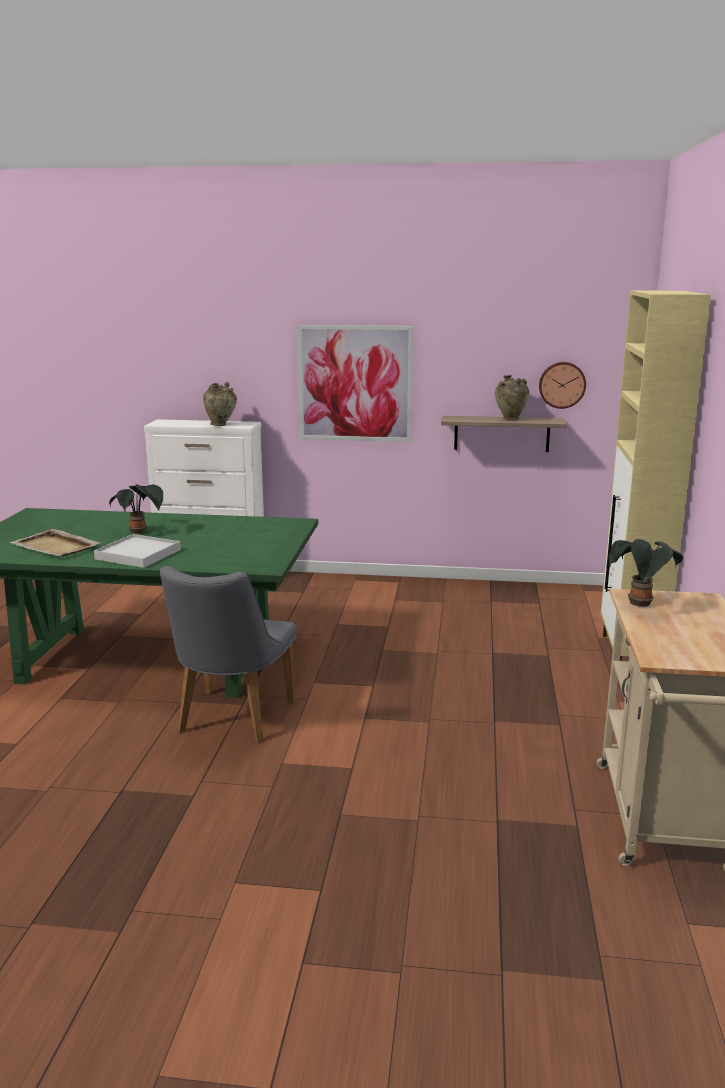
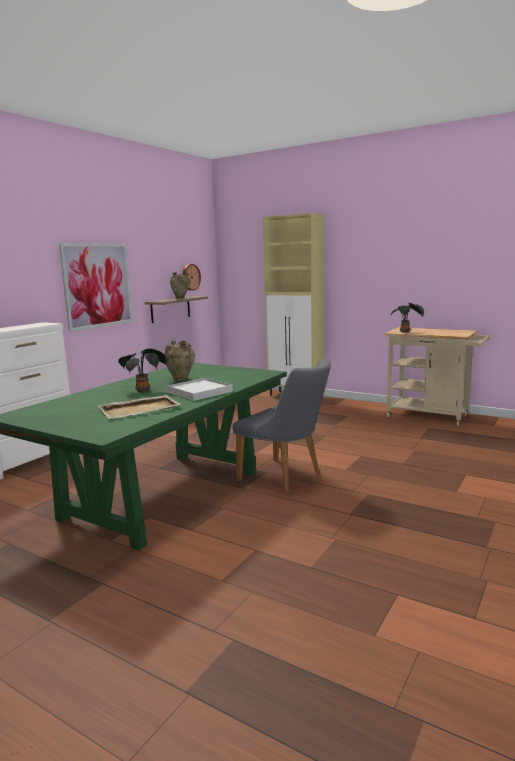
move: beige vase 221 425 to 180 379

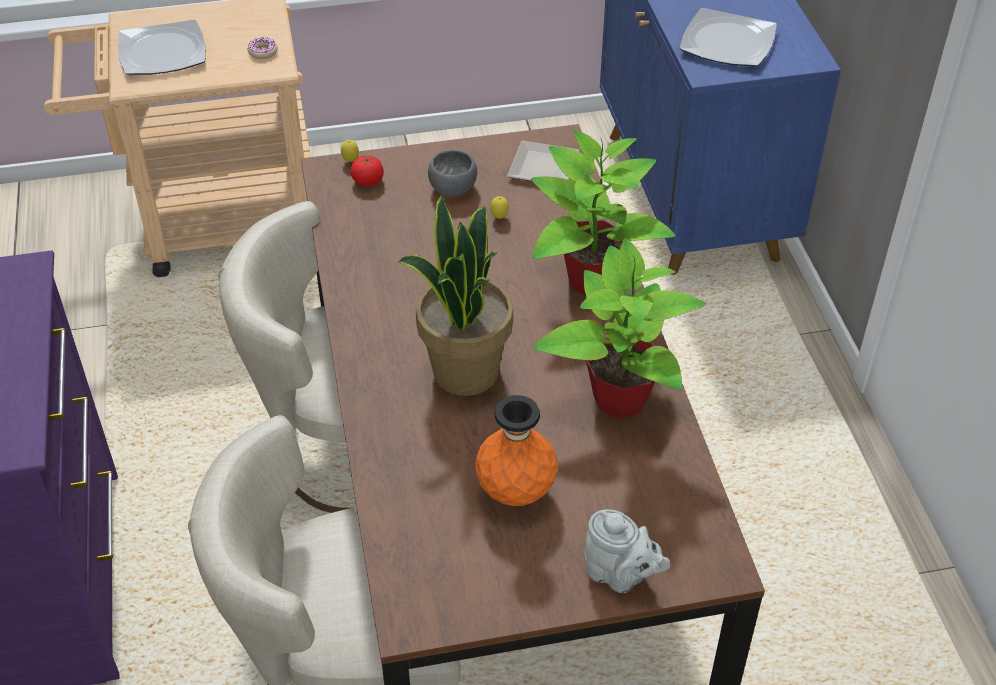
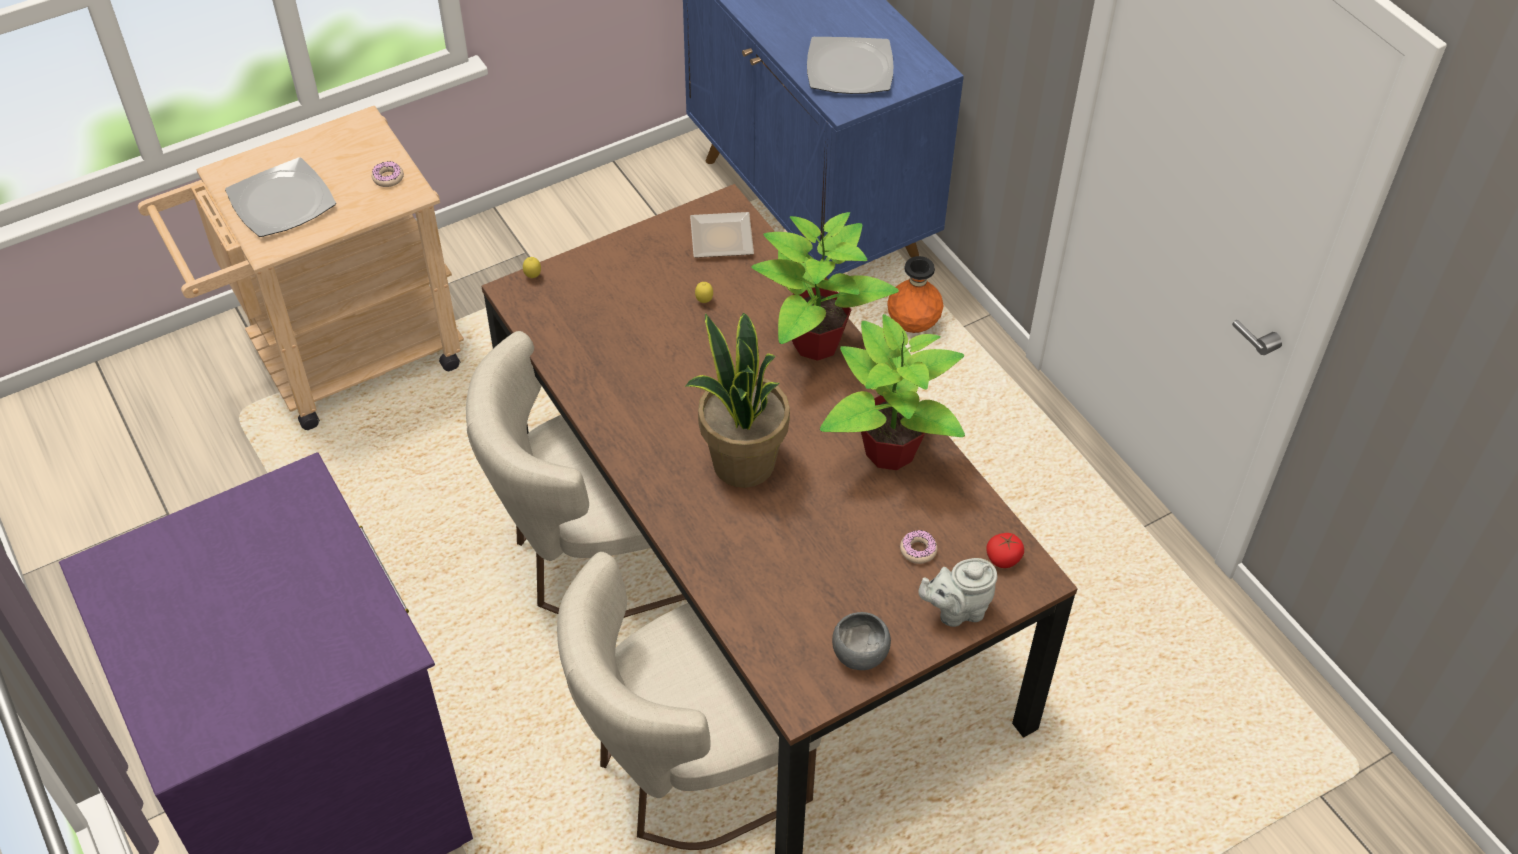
insert: ring doughnut 918 550
move: grey bowl 454 187 to 860 652; orange-coloured vase 515 491 to 912 325; whole tomato 368 181 to 1003 558
rotate: grey teapot 620 575 = 956 610 150 degrees clockwise

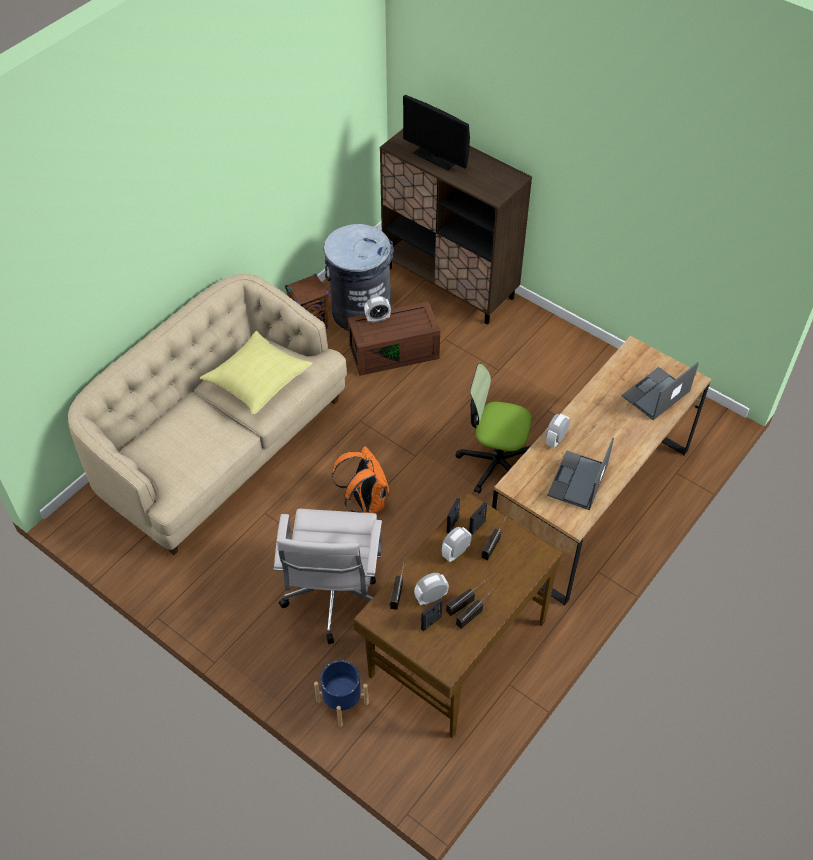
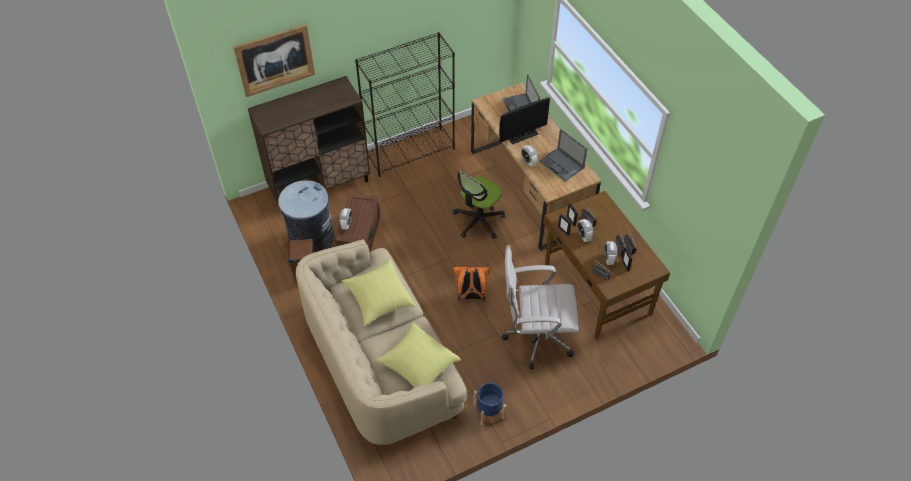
insert: picture 275 60; black-coloured shelving unit 411 152; yellow-coloured cushion 417 365
move: blue planter 342 702 to 489 411; computer screen 436 156 to 522 135
rotate: whitish office chair 334 599 = 535 338 150 degrees clockwise

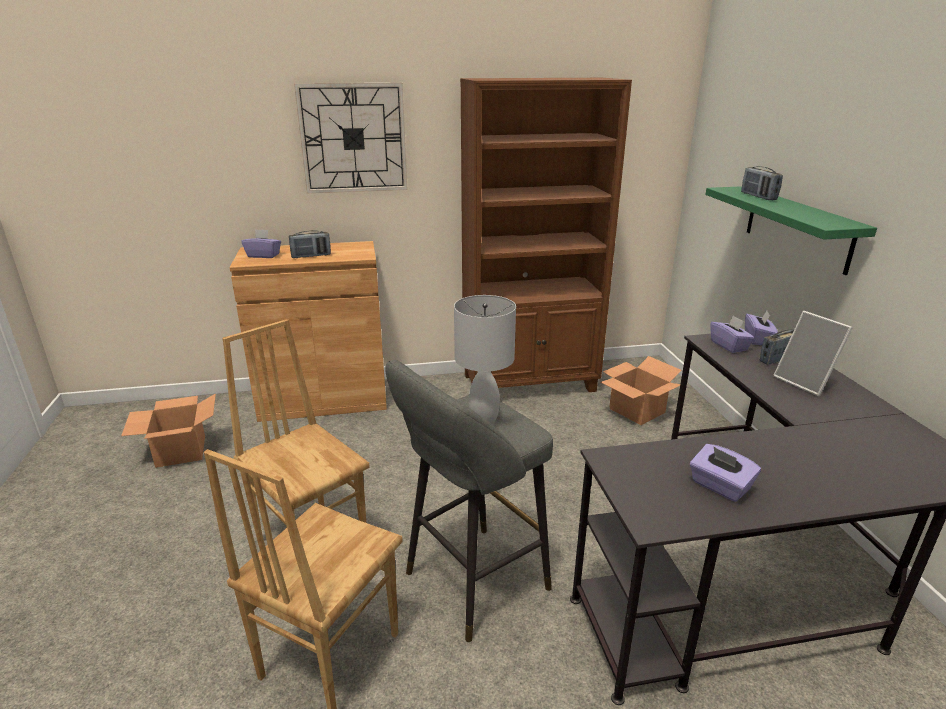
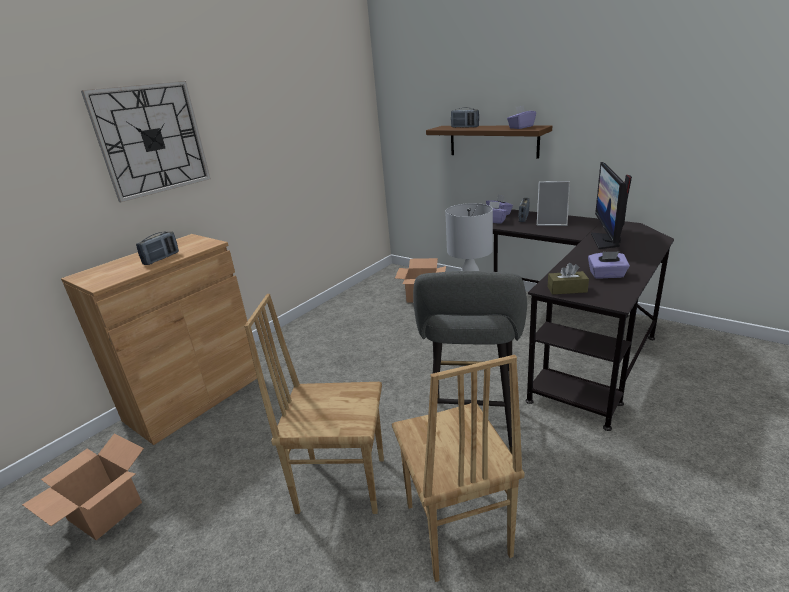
delete: brownish shelving unit 530 383
insert: brownish box of tissues 567 289; computer screen 607 241
move: purple-coloured box of tissues 263 255 to 521 127
recolor: green-coloured wall shelf 797 228 to brownish wall shelf 493 141

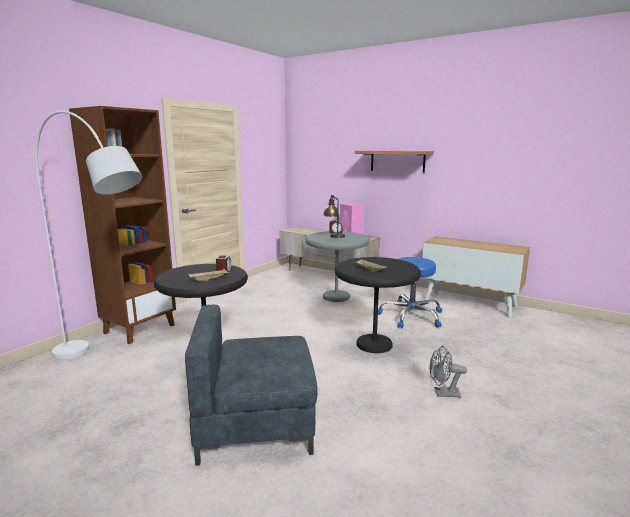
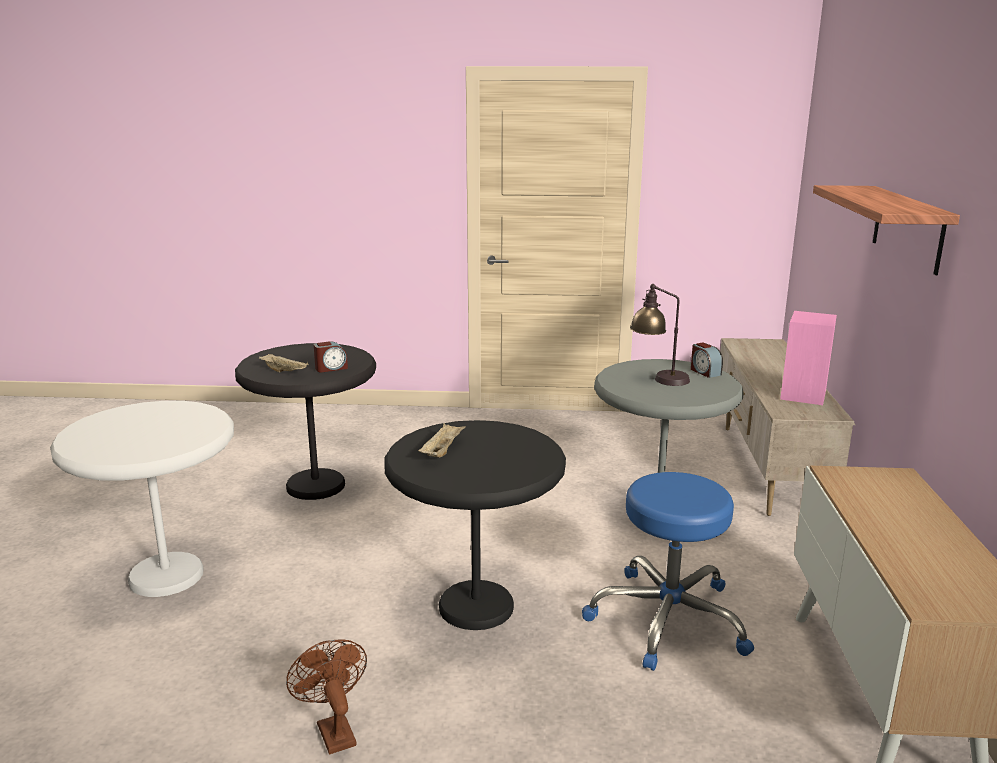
delete: whitish standing lamp 106 368; brownish shelving unit 139 328
replace: grey armchair 257 422 to whitish side table 166 576
recolor: grey fan 443 393 to brownish fan 333 730

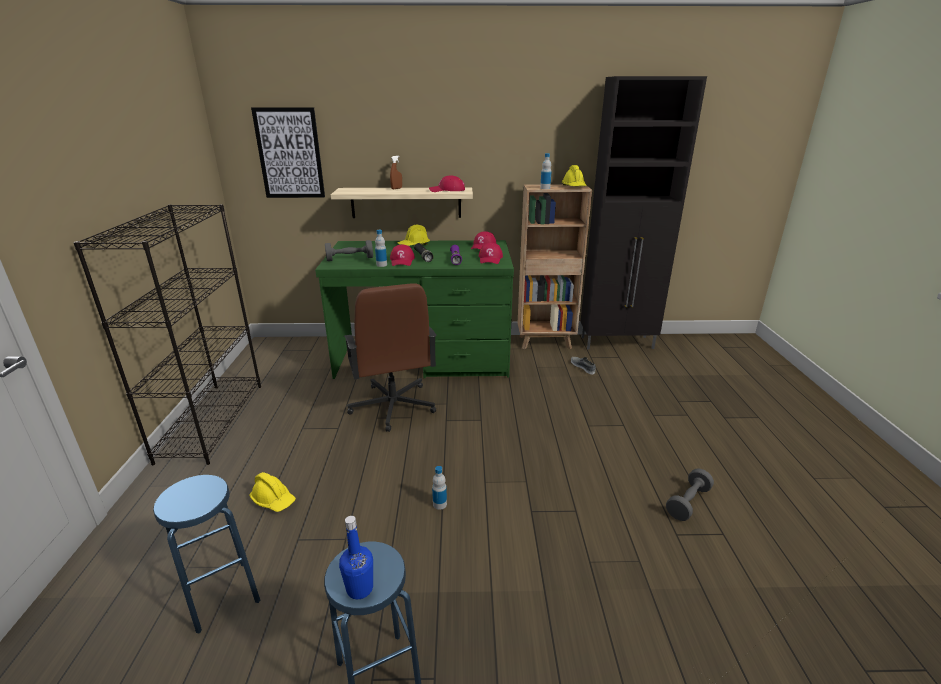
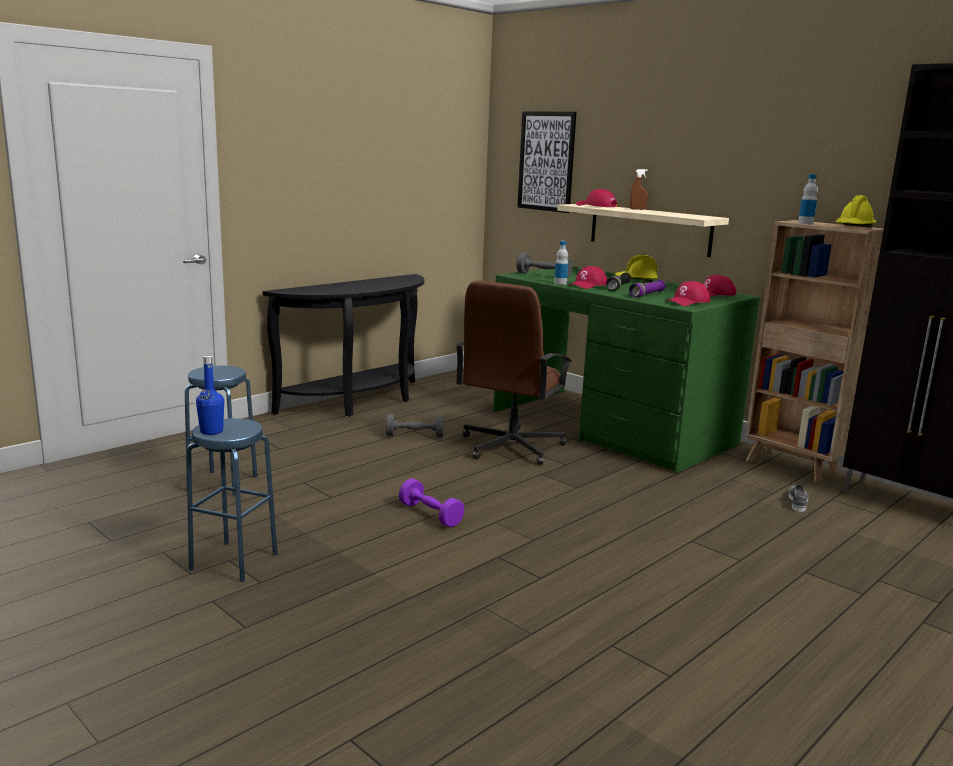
delete: yellow-coloured safety helmet 273 500
move: grey free weight 688 502 to 414 436; red baseball cap 447 190 to 596 206
replace: black-coloured shelving unit 212 420 to black-coloured console table 360 402; drink bottle 439 504 to purple-coloured free weight 430 514

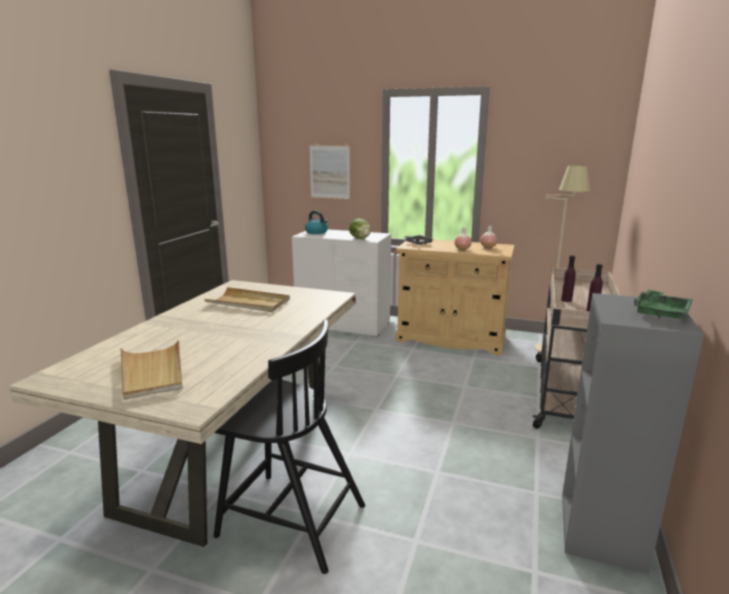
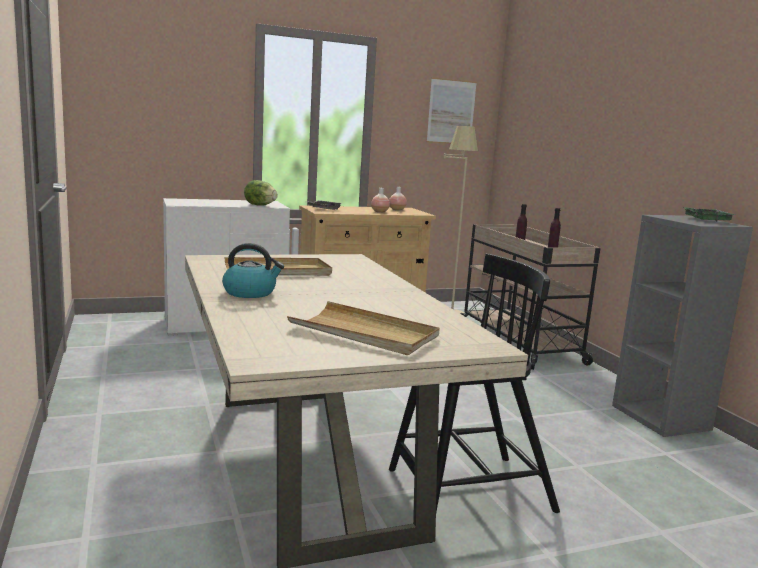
move: water kettle 317 232 to 250 293; picture 329 172 to 451 112

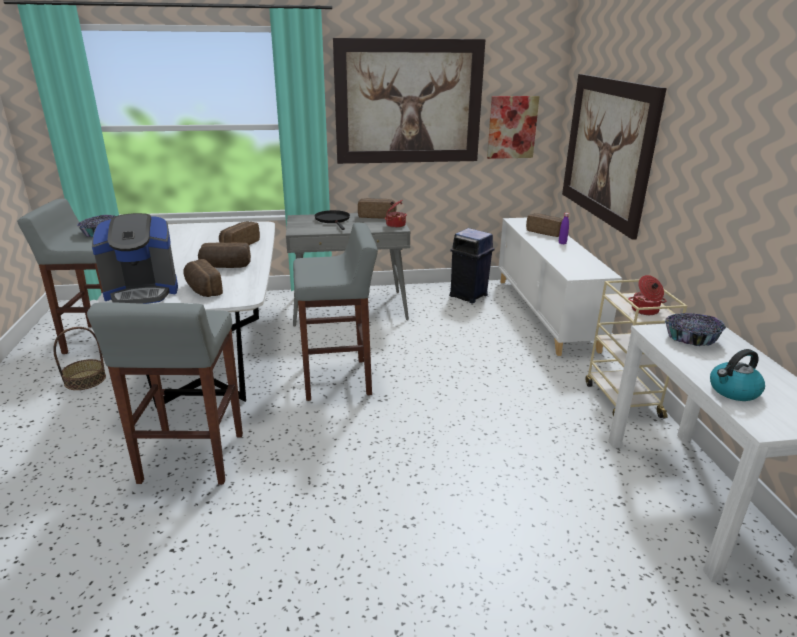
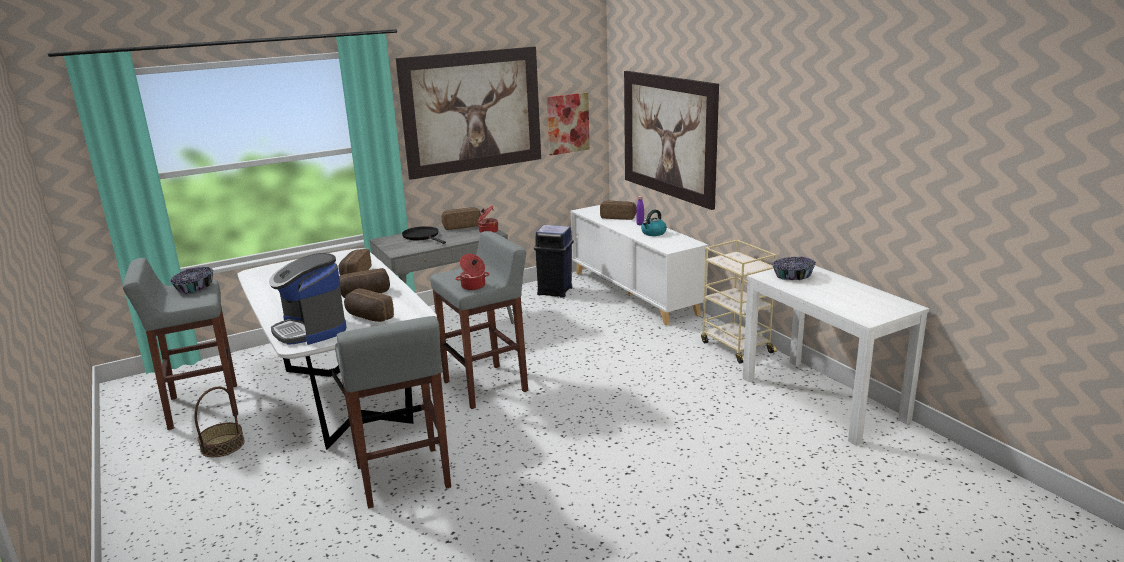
move: cooking pot 645 311 to 473 286; water kettle 733 391 to 653 233
rotate: coffee machine 142 292 = 311 330 90 degrees clockwise

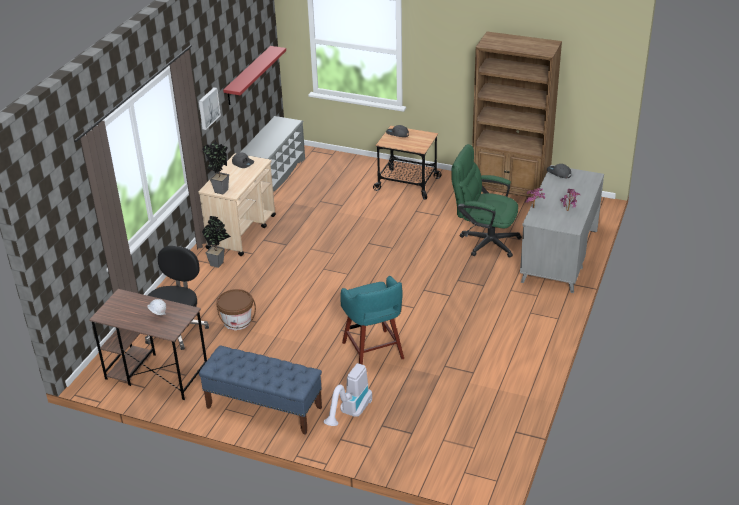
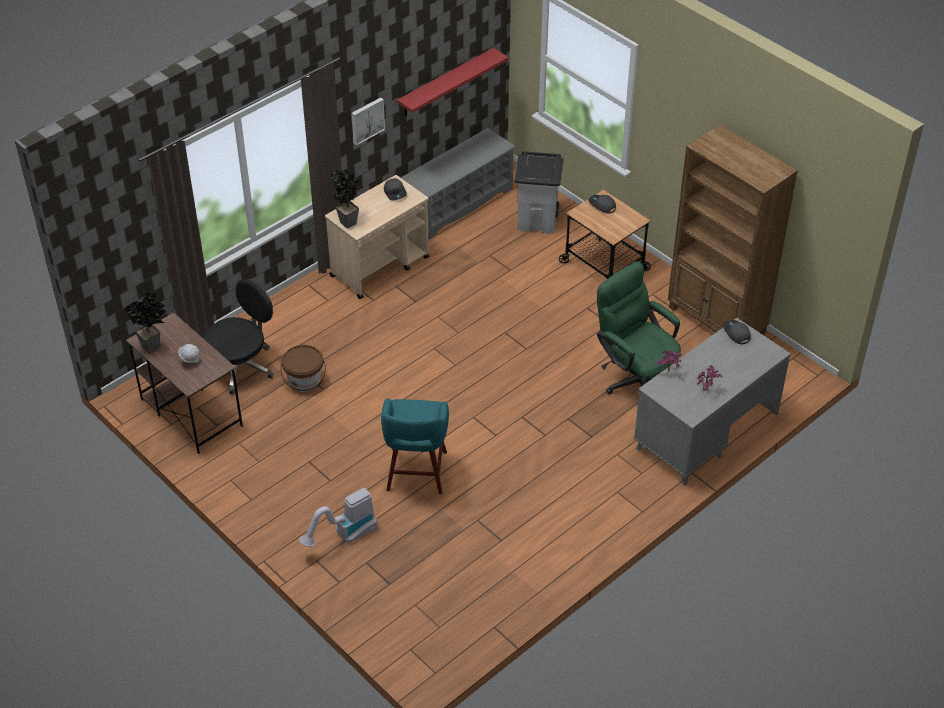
delete: blue indoor bench 263 407
insert: grey trash can 538 221
move: houseplant 219 263 to 154 346

